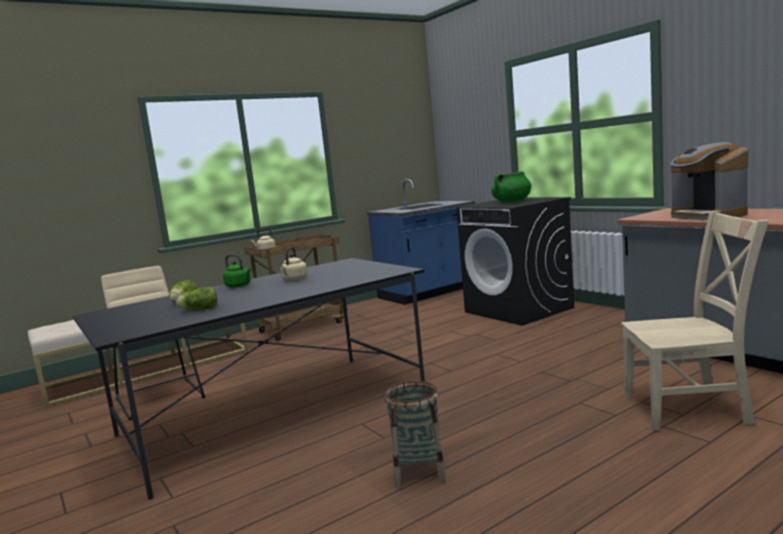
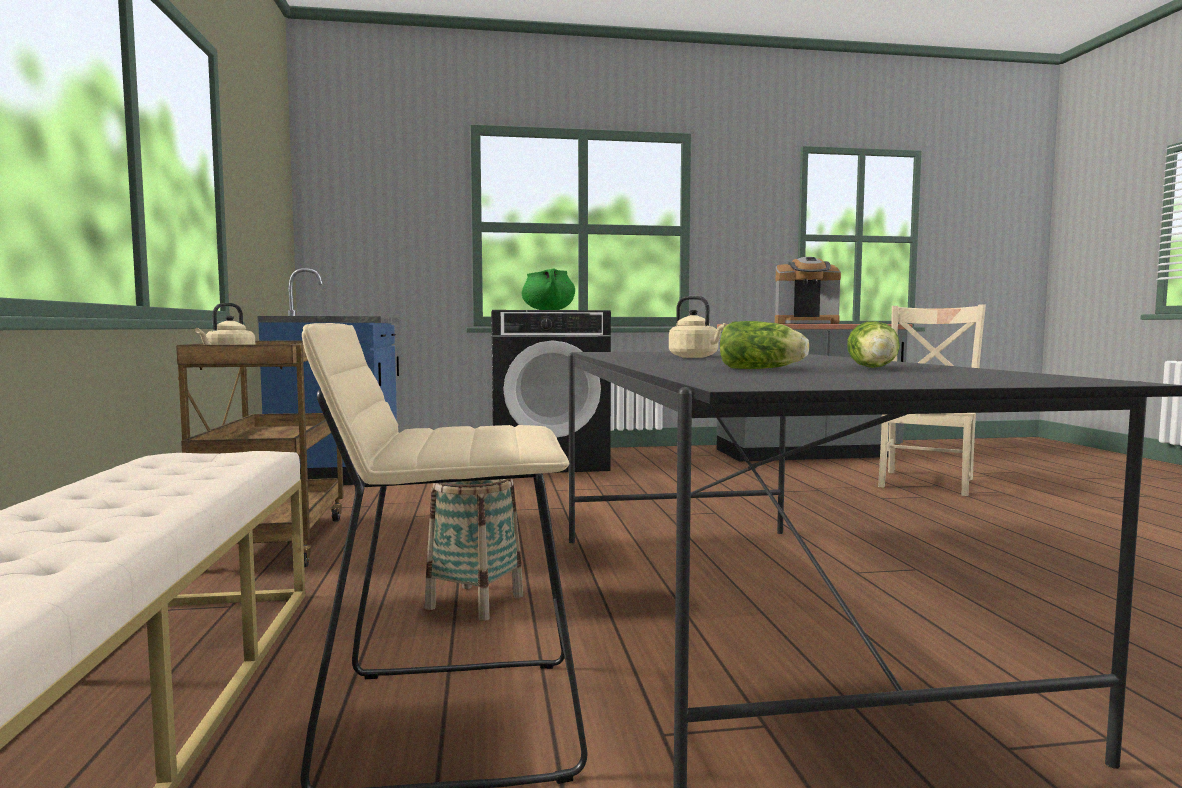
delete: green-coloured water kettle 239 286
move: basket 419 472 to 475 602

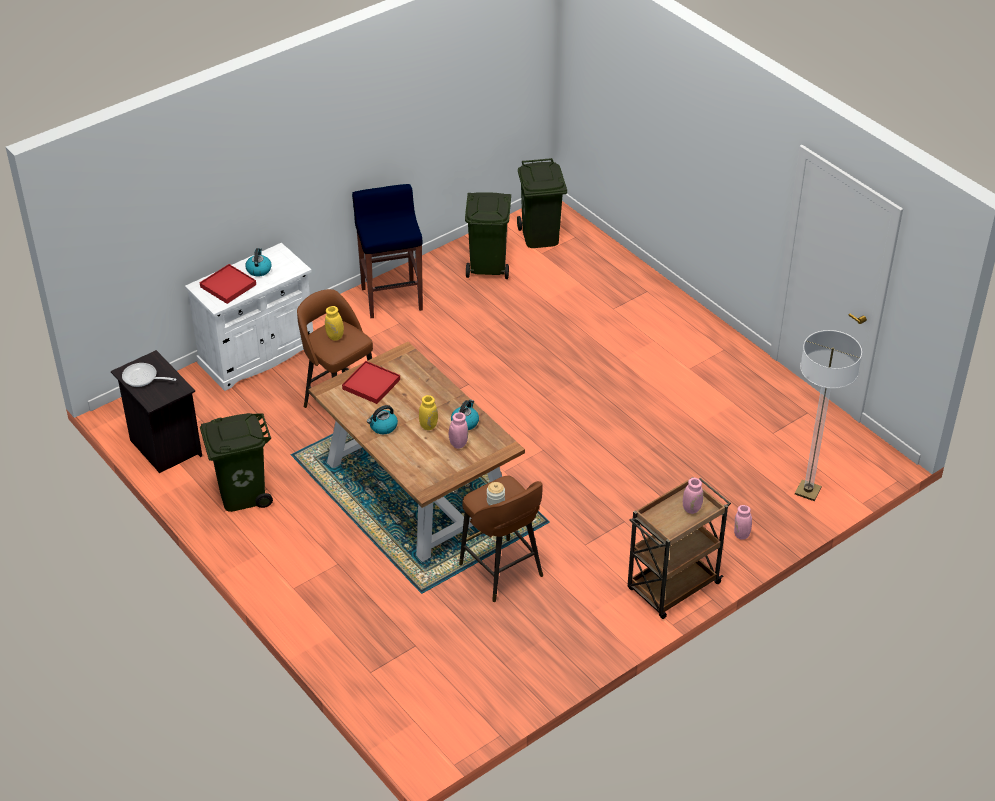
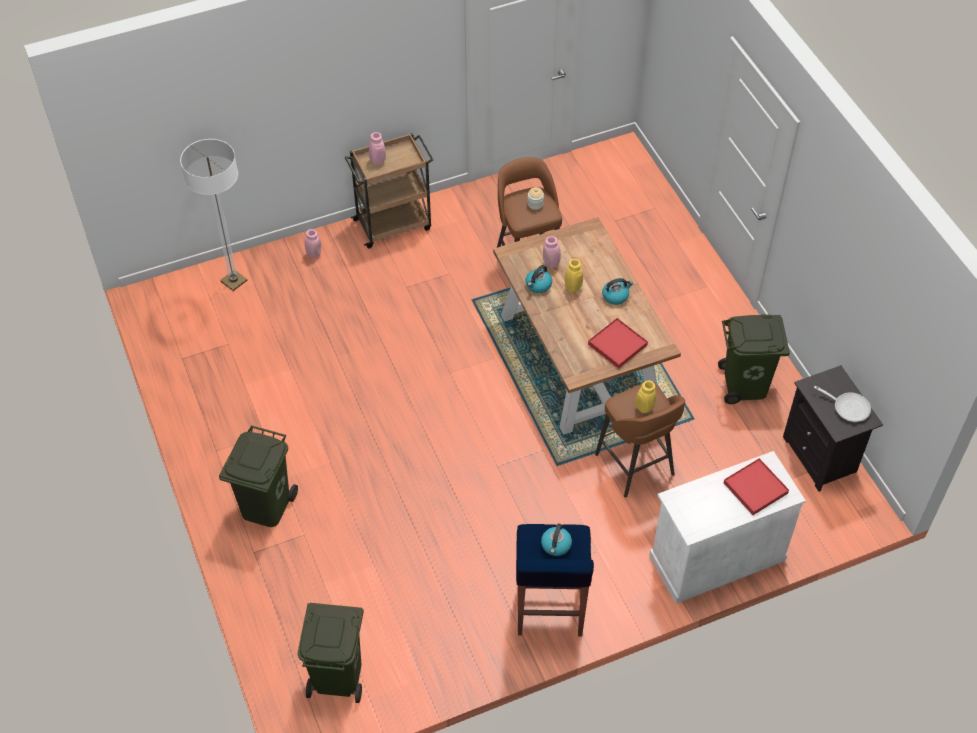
move: green-coloured trash can 489 267 to 265 506; water kettle 258 269 to 556 545

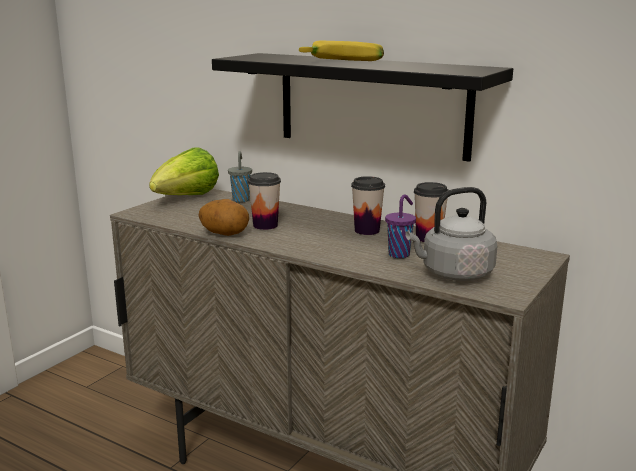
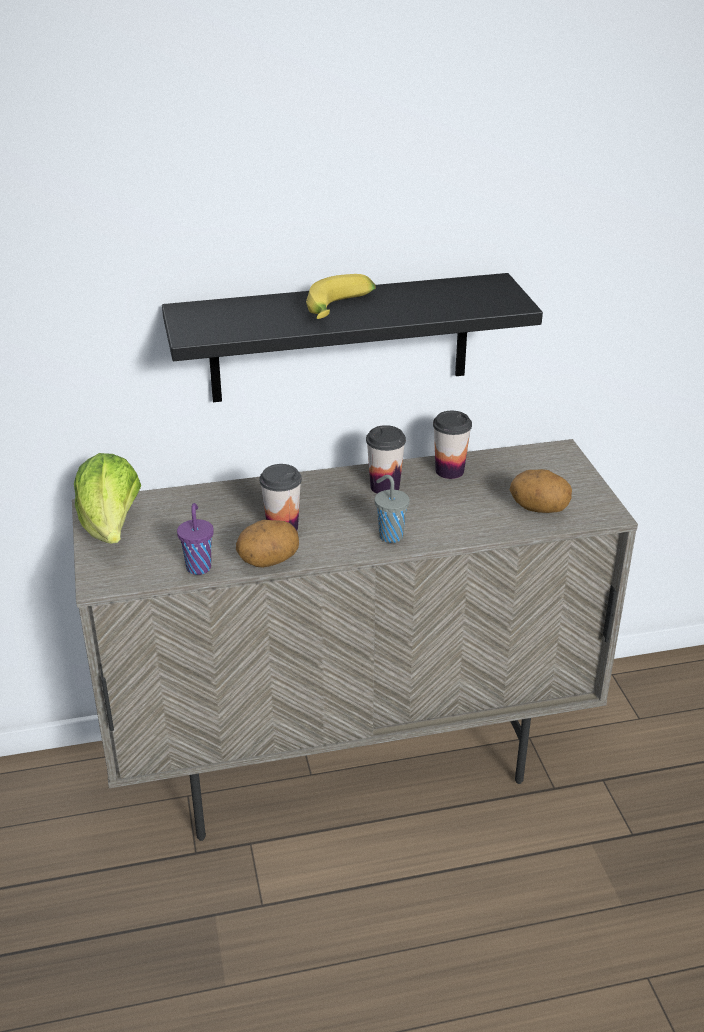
move: purple-coloured cup 400 254 to 199 566; grey cup 241 200 to 389 536
replace: grey water kettle 453 274 to potato 539 509

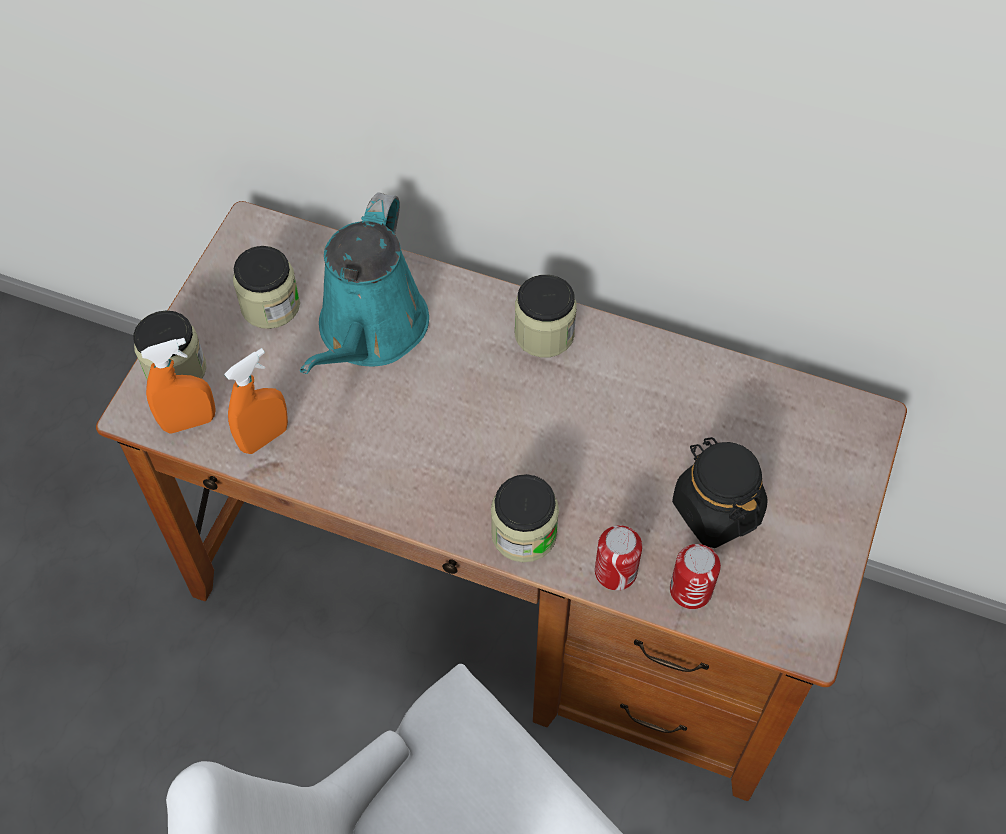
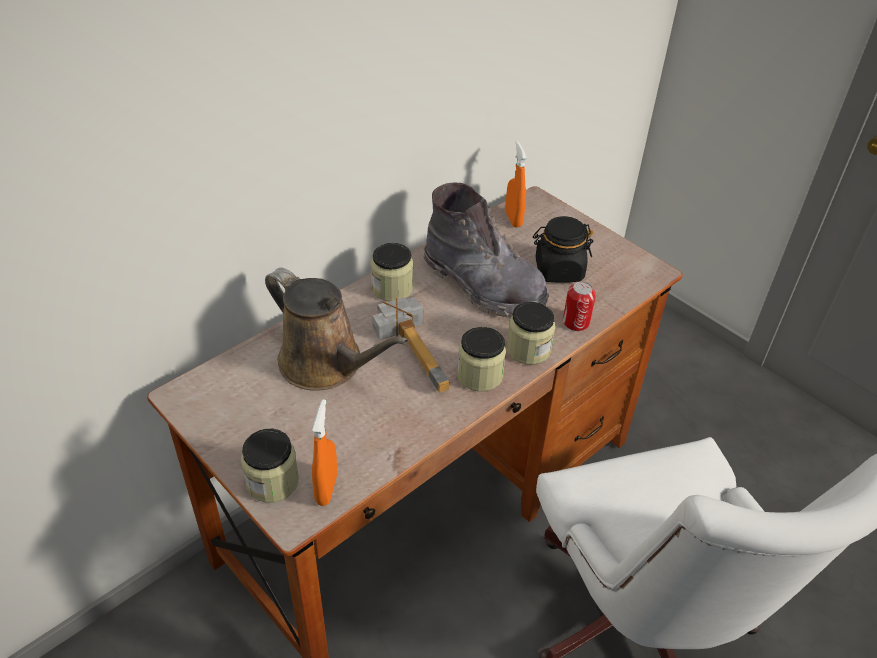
delete: metal can 690 590
insert: tool hammer 420 348; grey boot 483 285
move: storage jar 270 305 to 479 375; orange-coloured spray bottle 264 438 to 513 219
recolor: turquoise sprinkling can 370 332 to brownish sprinkling can 326 364

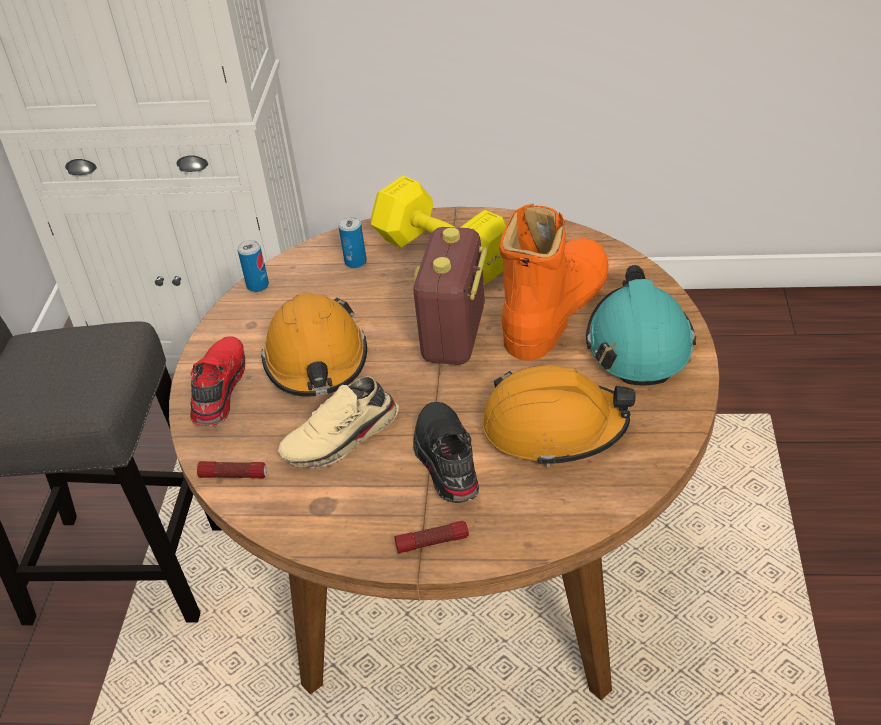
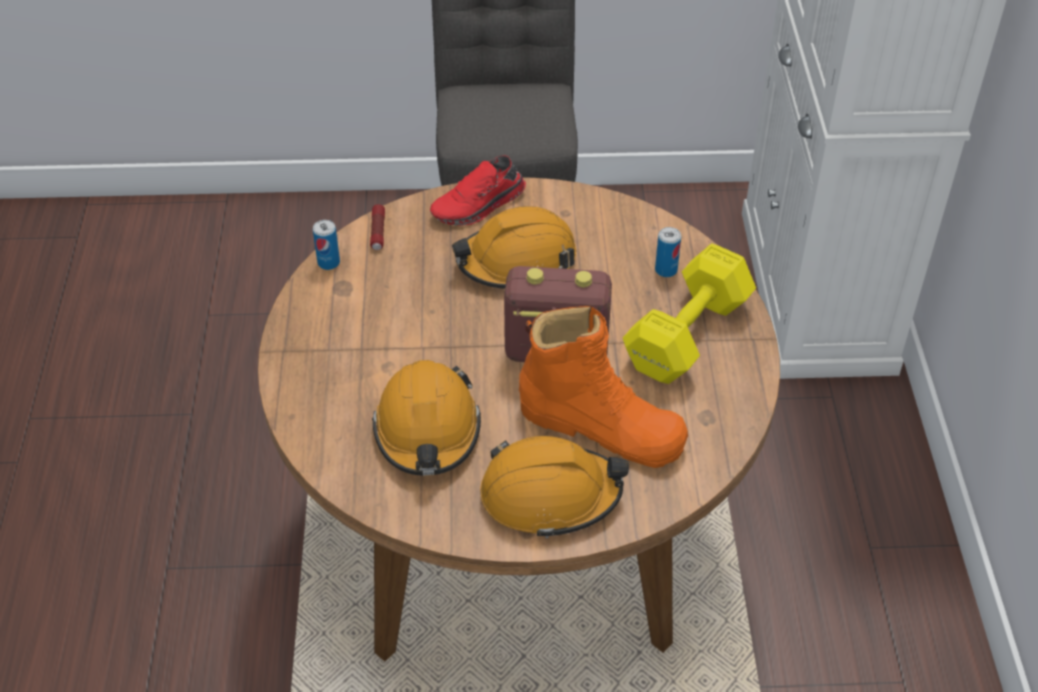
delete: beige low shoe 342 439; hand torch 432 542; black-coloured low shoe 444 460
move: metal can 257 285 to 328 263
recolor: turquoise safety helmet 639 343 to orange-coloured safety helmet 550 495
rotate: red low shoe 217 389 = 479 206 150 degrees clockwise

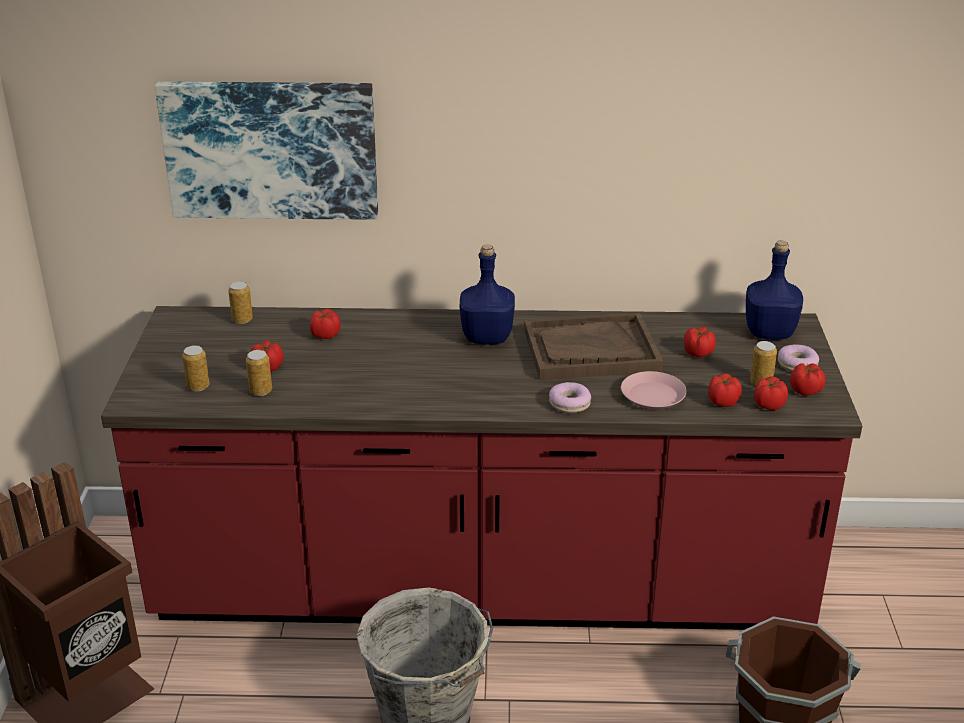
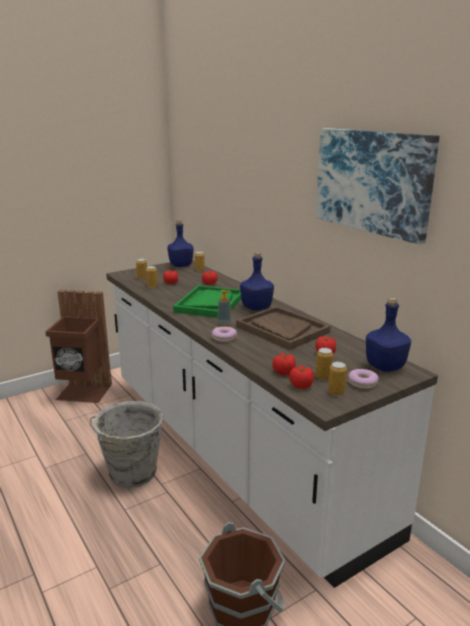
delete: pink plate 653 396
insert: blue drink bottle 180 265; green-coloured serving tray 210 303; liquid soap bottle 224 324
move: picture 271 149 to 373 181
replace: whole tomato 806 390 to metal can 336 393
recolor: red kitchen counter 482 587 to whitish kitchen counter 235 451

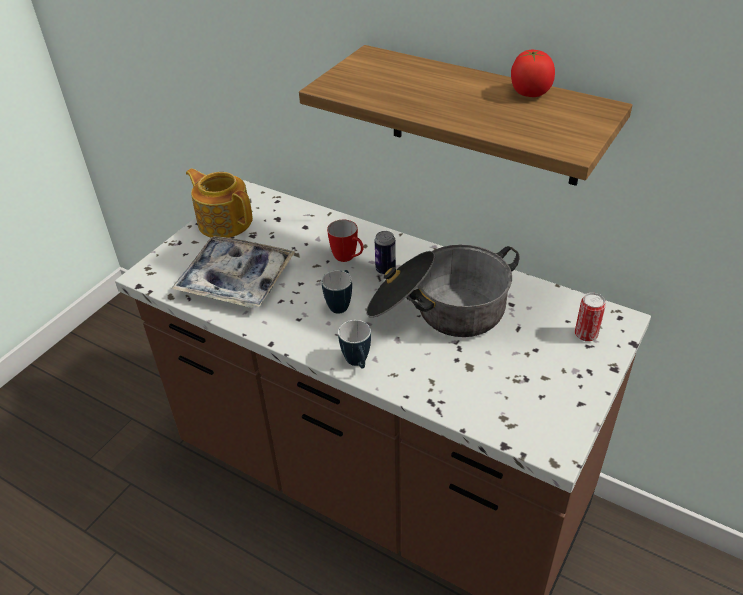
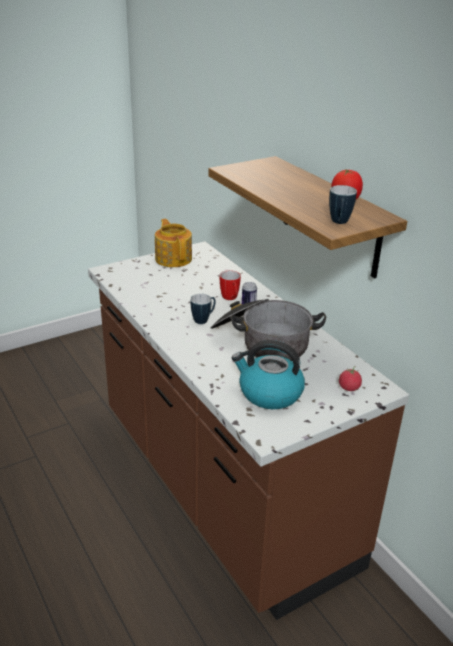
delete: serving tray 236 280
insert: water kettle 269 393
move: tea mug 358 364 to 339 223
replace: metal can 586 334 to whole tomato 349 388

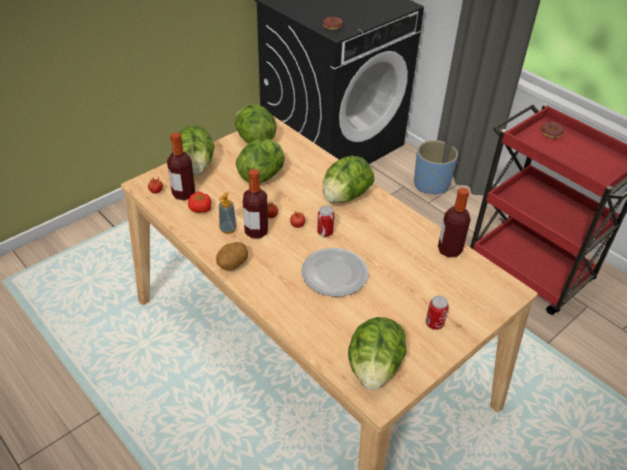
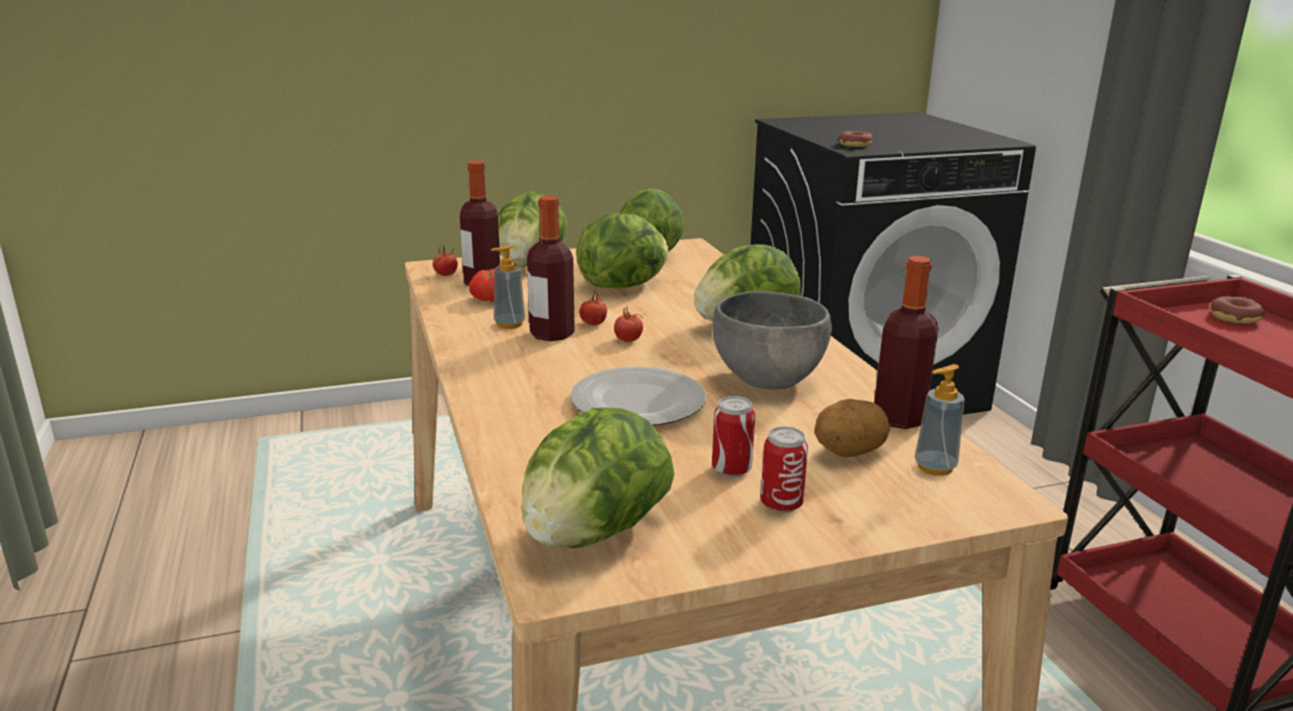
delete: blue planter 431 184
insert: grey bowl 769 379; liquid soap bottle 935 467
move: metal can 325 232 to 731 470; potato 232 264 to 848 452

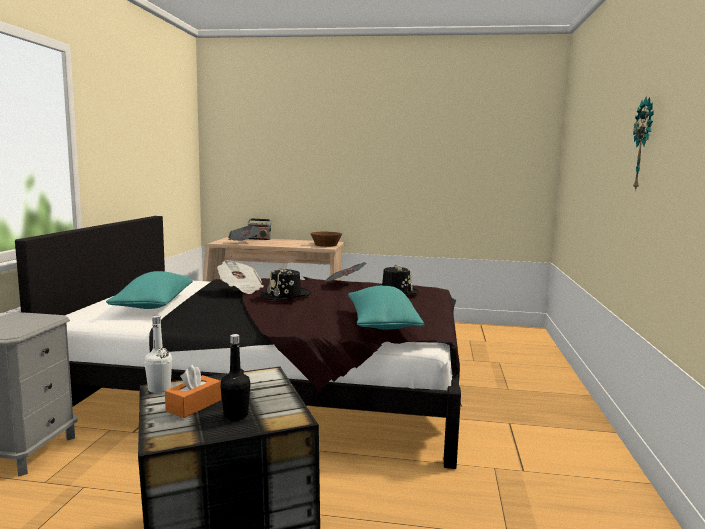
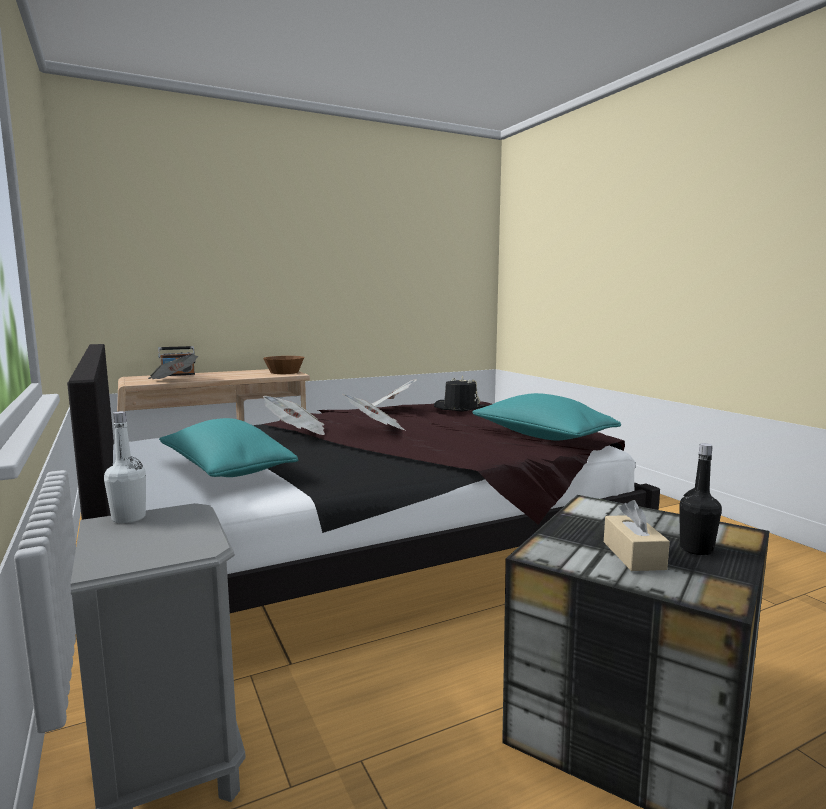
delete: wall clock 644 144
move: whitish drink bottle 159 389 to 129 518
replace: black-coloured clothing hat 286 295 to daily paper 375 429
recolor: orange-coloured box of tissues 194 405 to beige box of tissues 633 555

